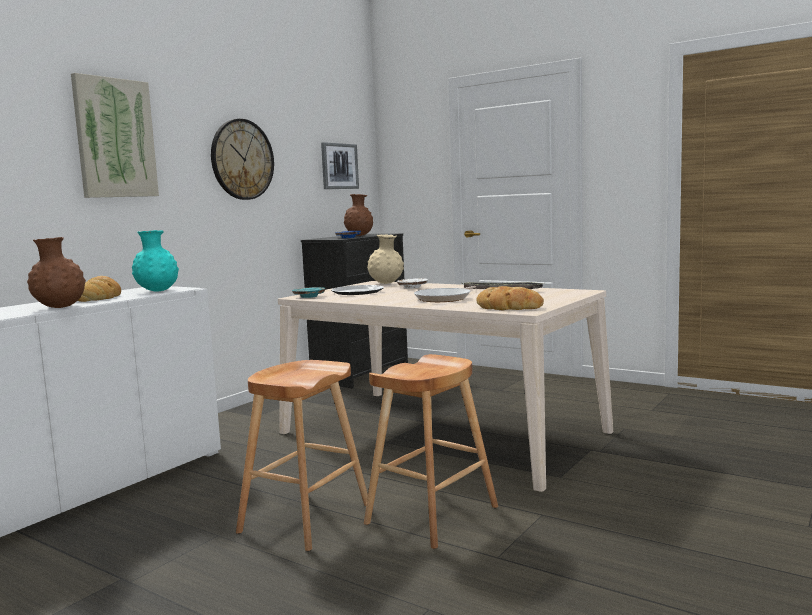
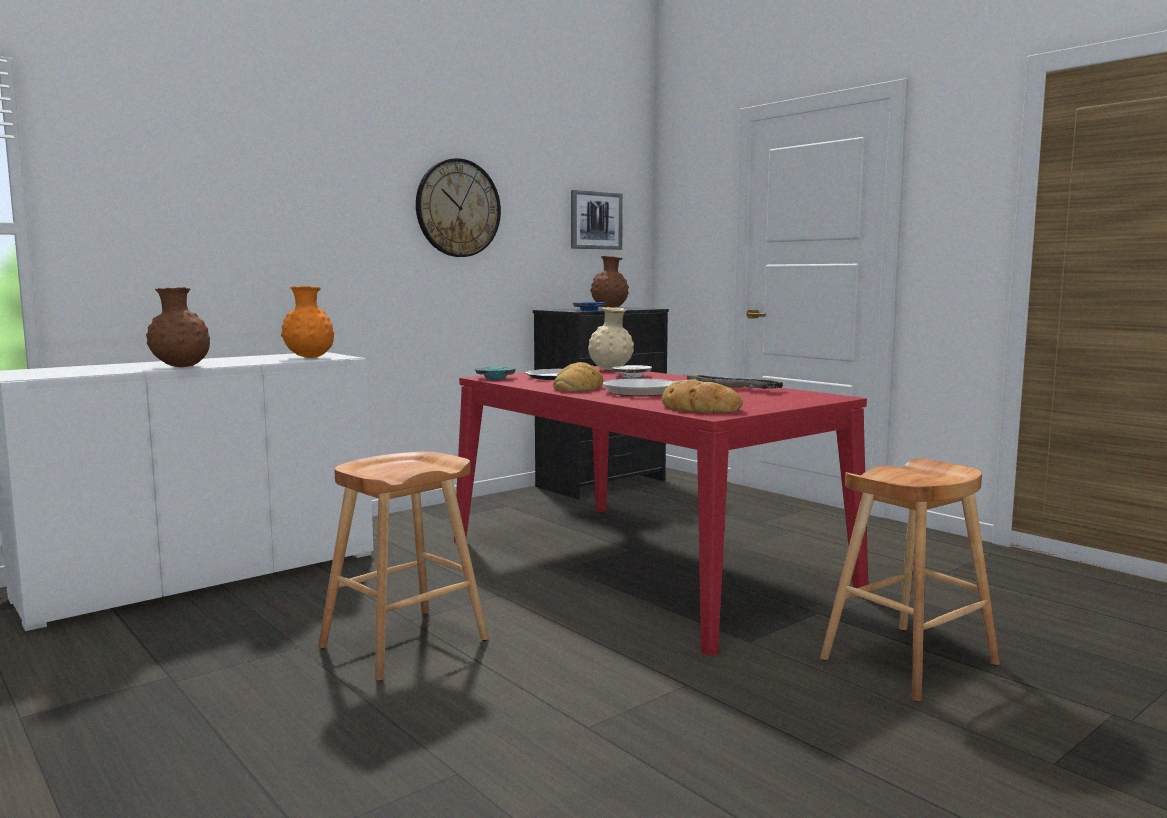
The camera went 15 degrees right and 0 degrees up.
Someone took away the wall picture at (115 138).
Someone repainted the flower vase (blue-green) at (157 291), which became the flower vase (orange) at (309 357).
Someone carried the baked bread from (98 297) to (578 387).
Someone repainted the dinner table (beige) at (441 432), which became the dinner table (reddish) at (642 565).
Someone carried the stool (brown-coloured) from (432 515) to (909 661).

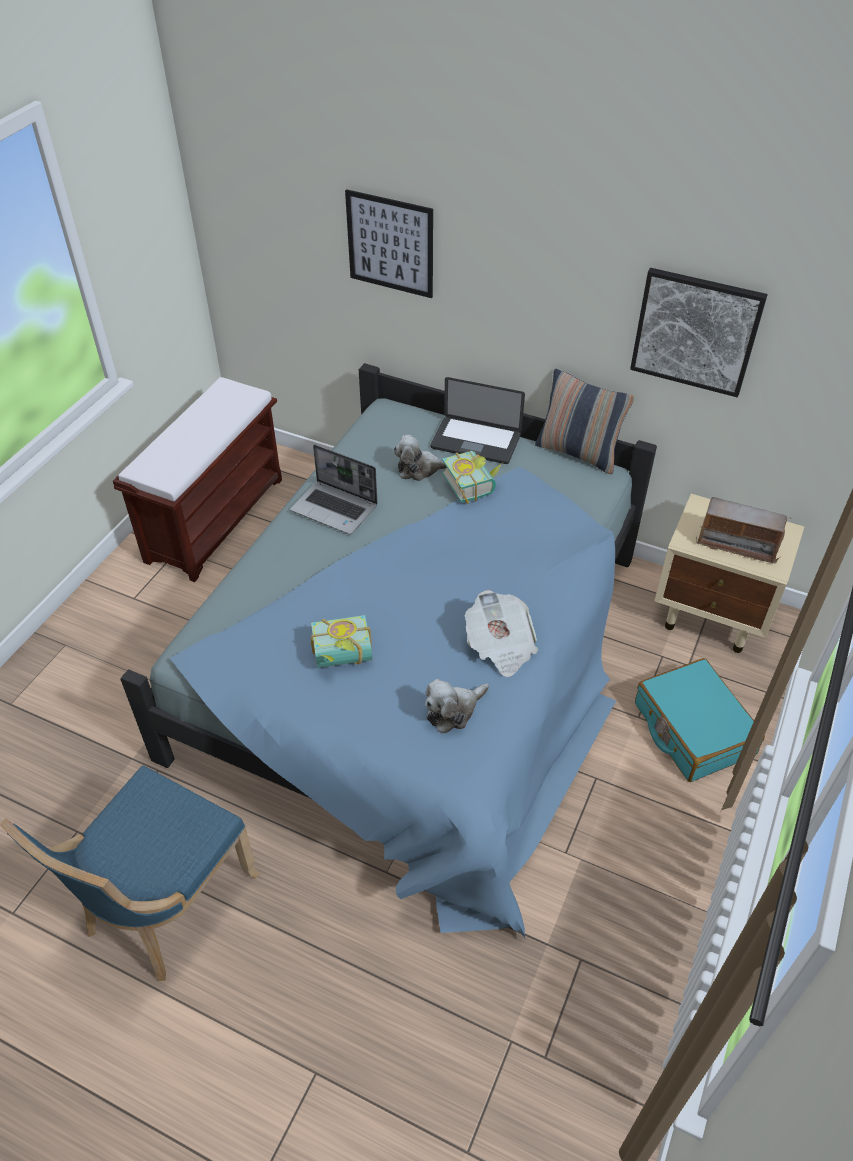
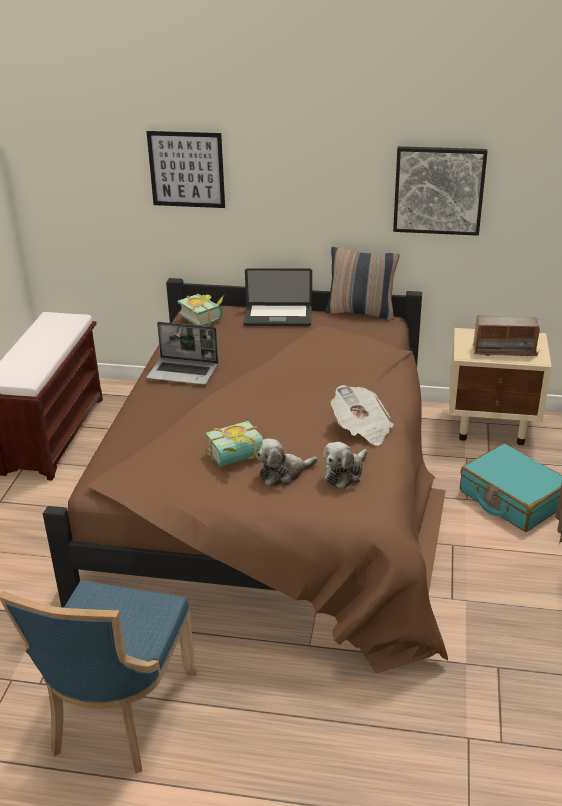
The camera went 15 degrees left and 15 degrees down.
Someone repainted the bed (blue) at (421 666), which became the bed (brown-coloured) at (276 500).
Someone carried the cuddly toy from (420 469) to (283 473).
Someone carried the volume from (473 484) to (204 317).

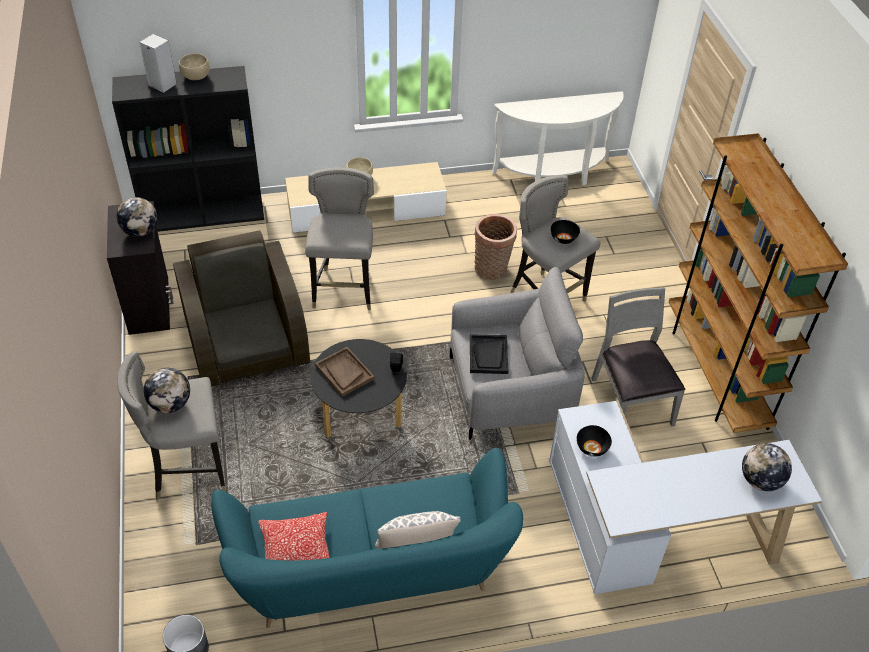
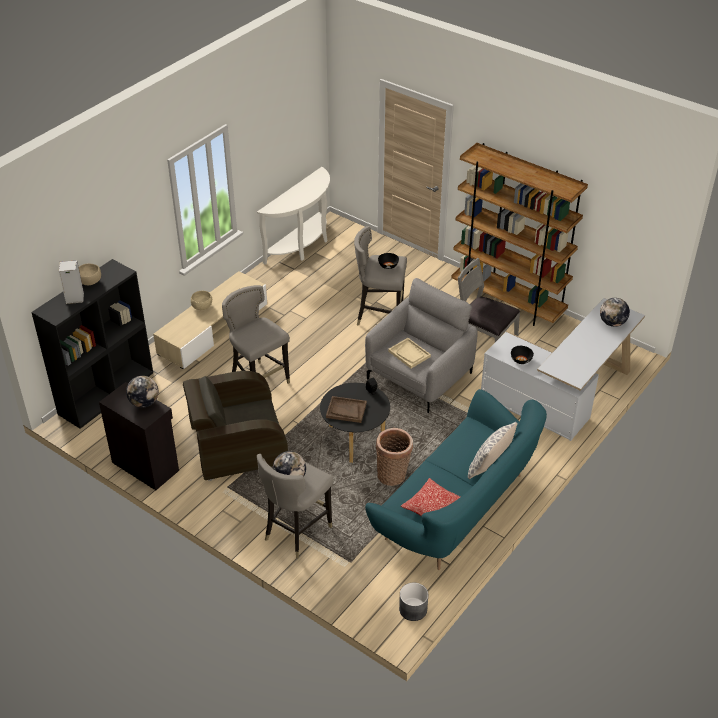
The camera went 40 degrees left and 5 degrees down.
Someone carried the storage basket from (492 270) to (393 475).
Someone rotated the easy chair (brown-coloured) at (246 341) by 45 degrees counterclockwise.
Someone repainted the serving tray (black-coloured) at (488 355), which became the serving tray (beige) at (409 354).

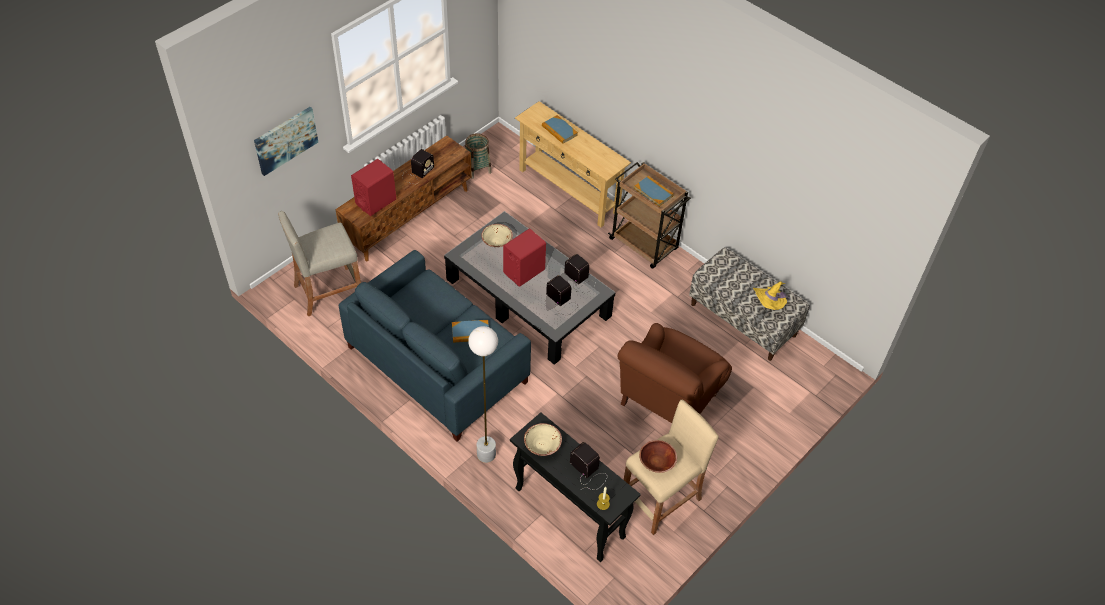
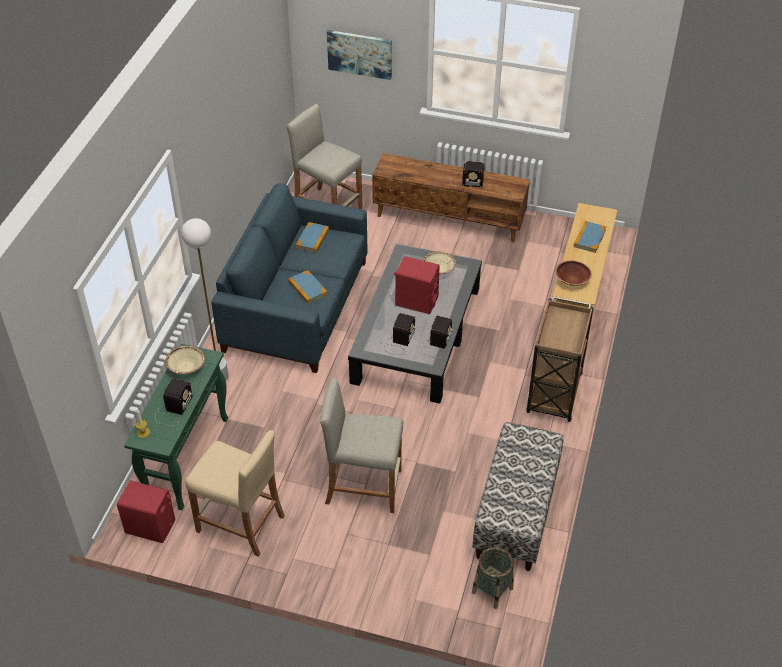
The camera went 65 degrees right and 5 degrees down.
Someone carried the storage basket from (477 169) to (492 590).
Someone carried the loudspeaker (reddish) from (376 201) to (150 526).
Someone carried the volume from (653 192) to (312 239).
Someone took away the hat (yellowish) at (769 305).
Someone swapped the easy chair (brown-coloured) at (668 400) for the stool (beige) at (363 486).
Someone repainted the hall table (black-coloured) at (568 512), which became the hall table (greenish) at (188 458).
Someone carried the bowl (brown-coloured) from (657 462) to (572 280).

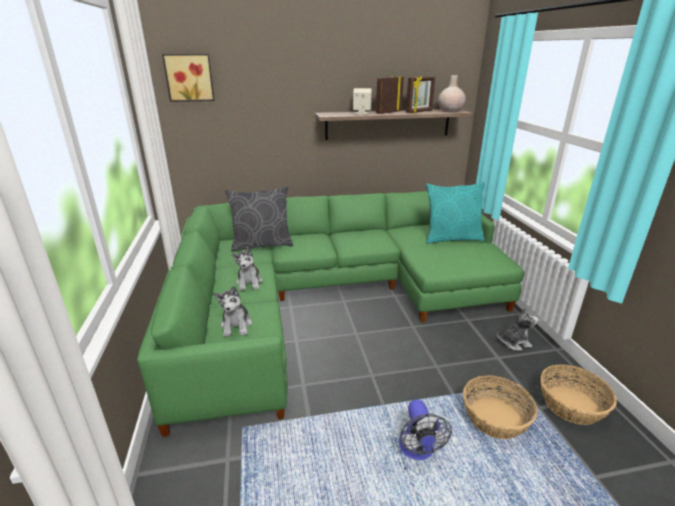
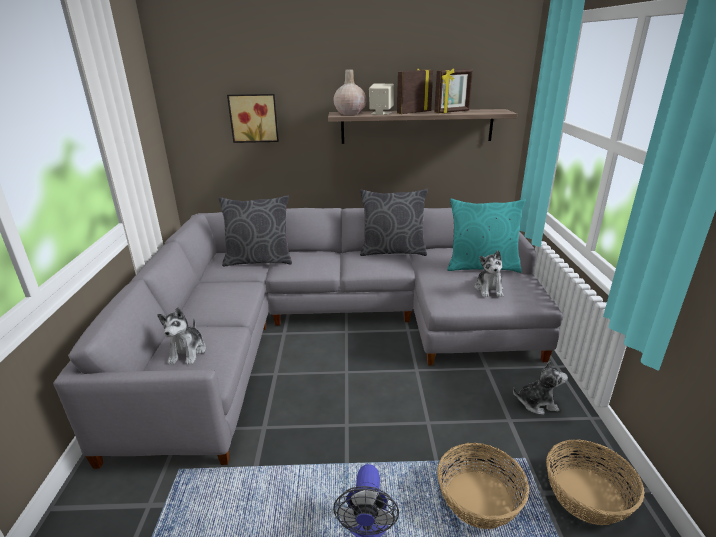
The camera went 10 degrees right and 0 degrees up.
Someone carried the wall picture from (189 77) to (254 118).
Someone carried the flower vase (beige) from (450 111) to (350 113).
Someone repainted the couch (greenish) at (329 298), which became the couch (greyish) at (330 326).
Someone carried the cuddly toy from (249 282) to (489 289).
Someone put down the throw pillow (greyish) at (392 251).

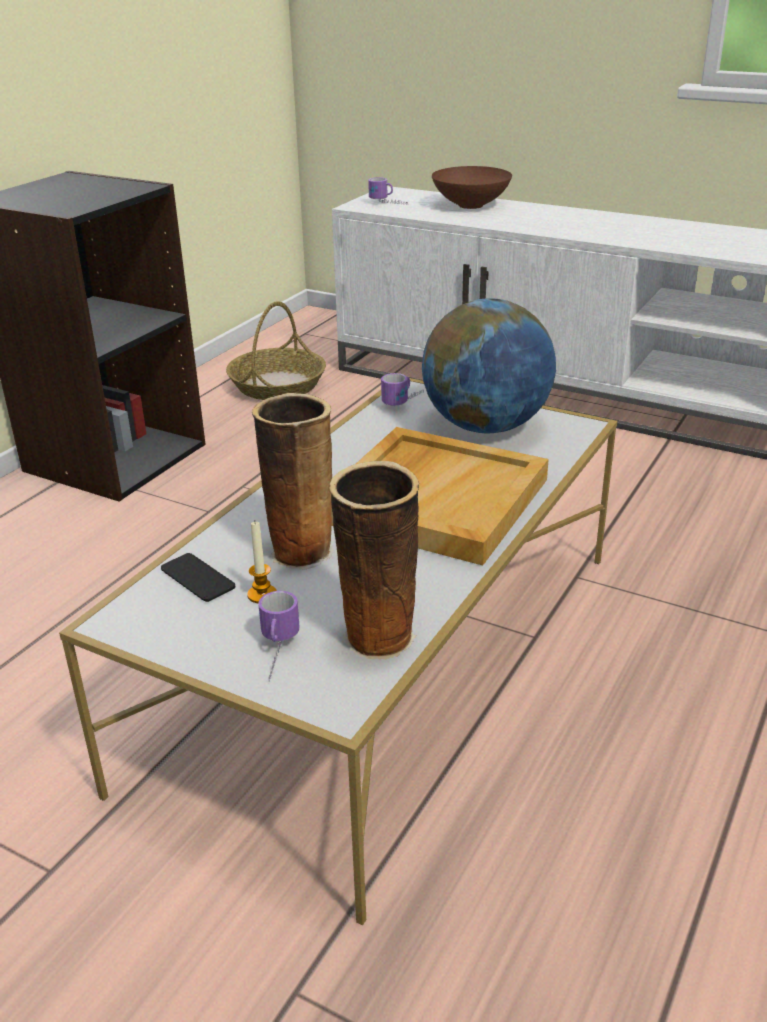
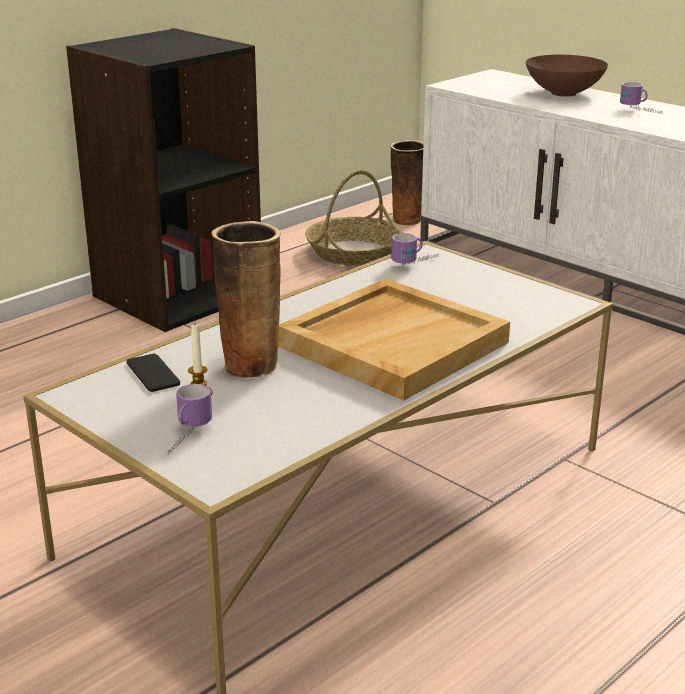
The camera went 15 degrees right and 5 degrees down.
Someone carried the tea mug from (388 204) to (640 111).
Someone took away the world globe at (486 426).
Someone carried the flower vase from (378 640) to (406 221).

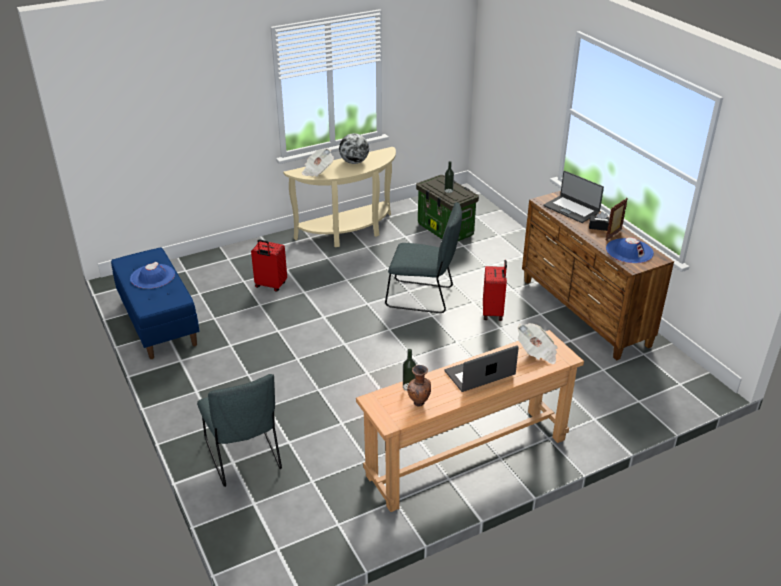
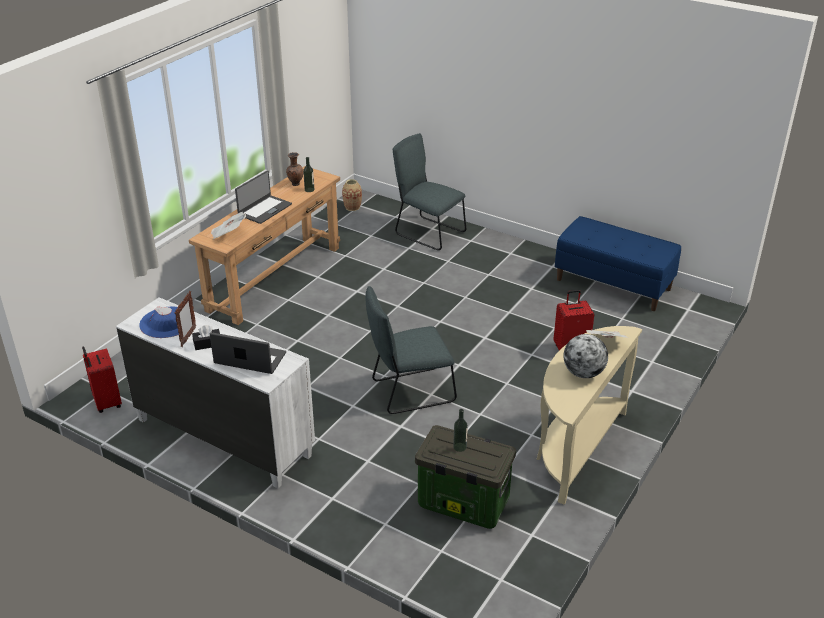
The camera went 150 degrees right and 0 degrees up.
Someone repainted the drawer chest (brown-coloured) at (584 313), which became the drawer chest (white-coloured) at (223 436).
Someone carried the travel case (reddish) from (493 312) to (106 403).
Someone took away the hat (blue) at (152 276).
Someone put down the flower vase at (352 207).

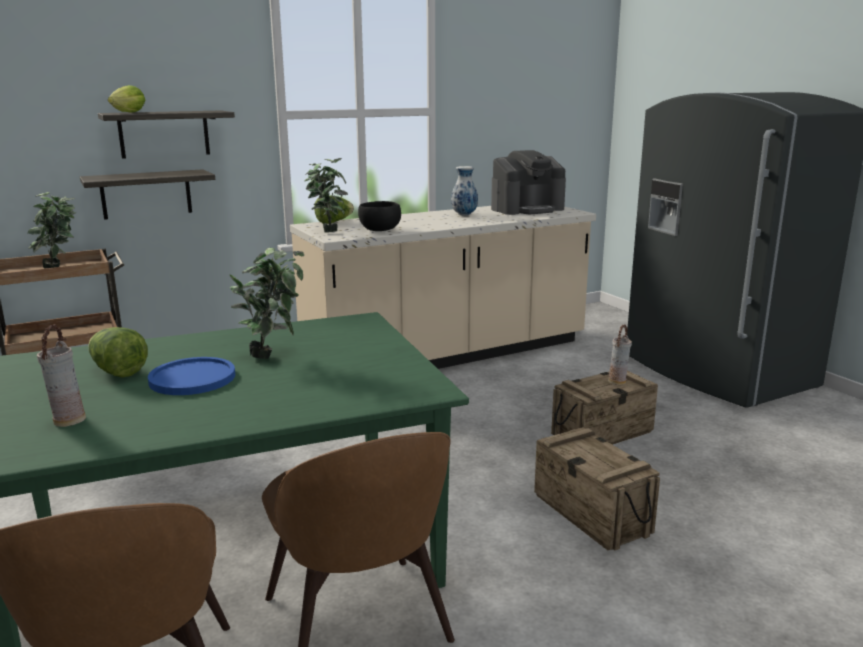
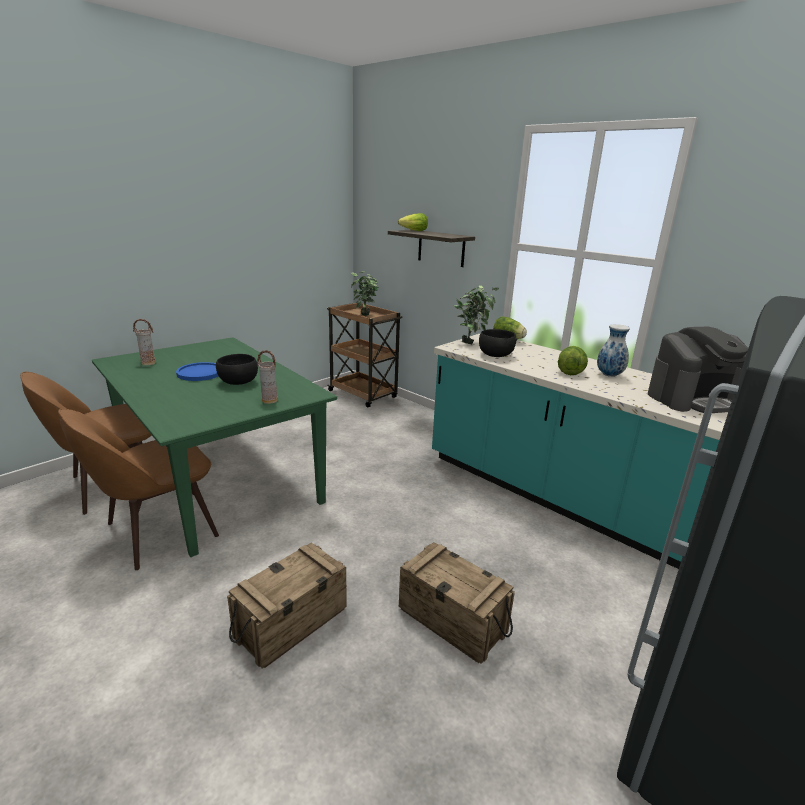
The camera went 70 degrees right and 5 degrees up.
Someone rotated the coffee brewer at (527 209) by 60 degrees counterclockwise.
Someone took away the wall shelf at (146 194).
Someone repainted the kitchen counter (beige) at (447 355), which became the kitchen counter (blue-green) at (558 497).
Someone swapped the houseplant at (273 354) for the bowl (black-coloured) at (238 382).
Someone carried the flower vase from (618 382) to (269 401).
Someone carried the head of lettuce from (117 371) to (570 371).

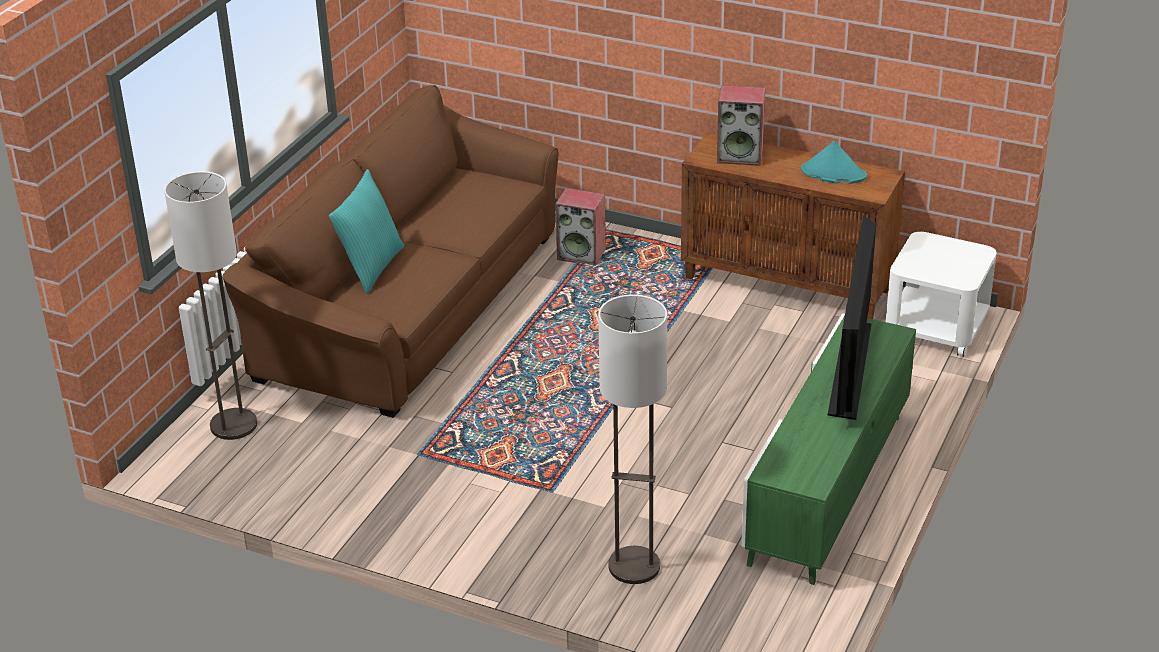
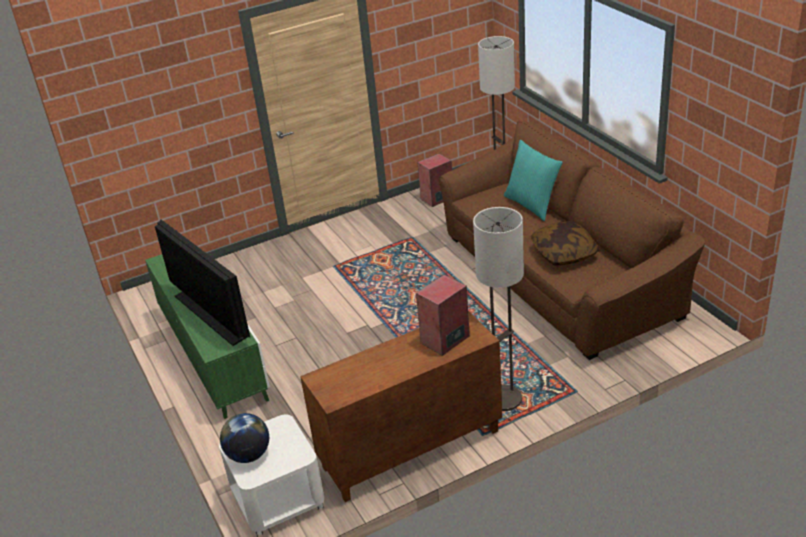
The camera went 130 degrees right and 0 degrees up.
Someone took away the hat (blue-green) at (833 173).
Someone carried the loudspeaker from (582 254) to (437 198).
Someone carried the floor lamp from (633 566) to (504 399).
Someone put down the throw pillow at (564 253).
Someone put down the world globe at (249 455).

